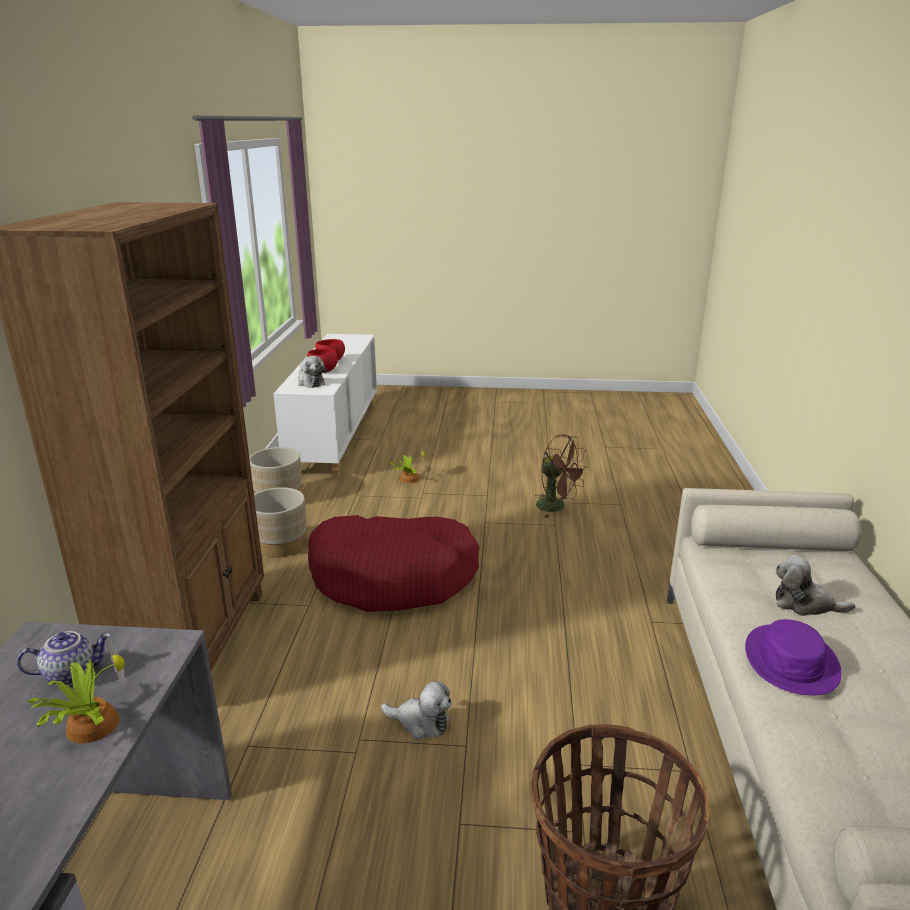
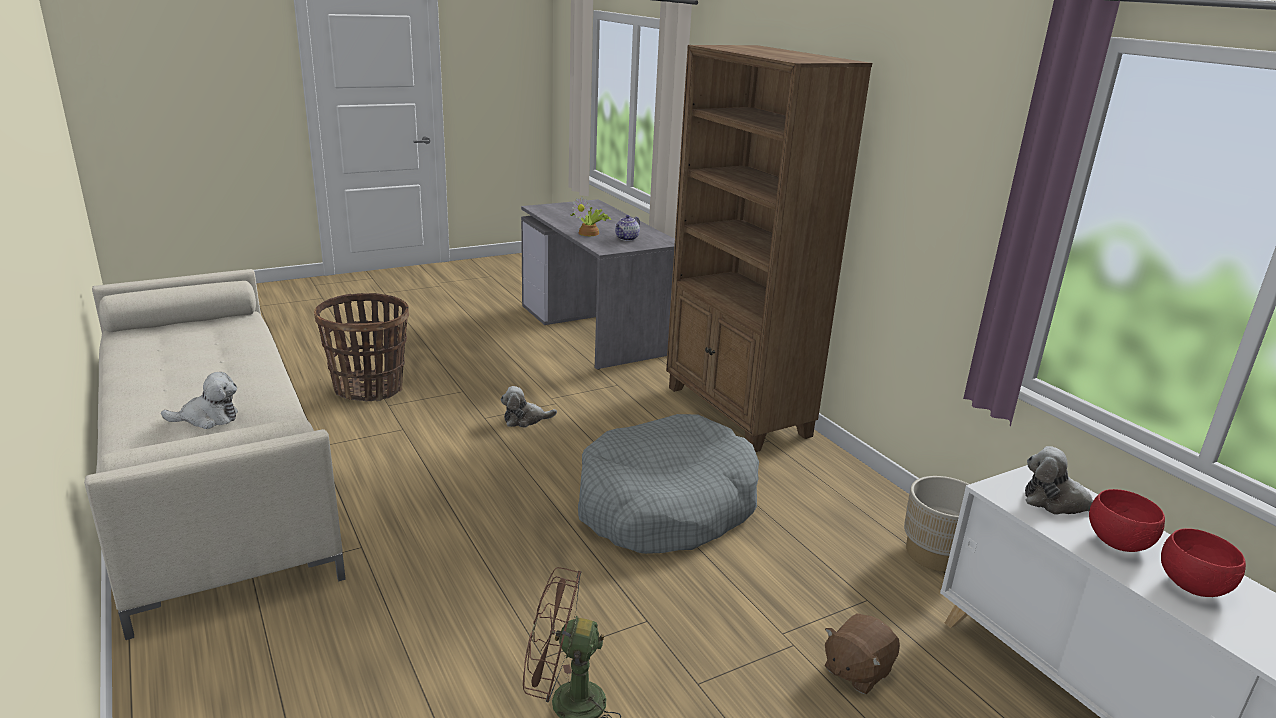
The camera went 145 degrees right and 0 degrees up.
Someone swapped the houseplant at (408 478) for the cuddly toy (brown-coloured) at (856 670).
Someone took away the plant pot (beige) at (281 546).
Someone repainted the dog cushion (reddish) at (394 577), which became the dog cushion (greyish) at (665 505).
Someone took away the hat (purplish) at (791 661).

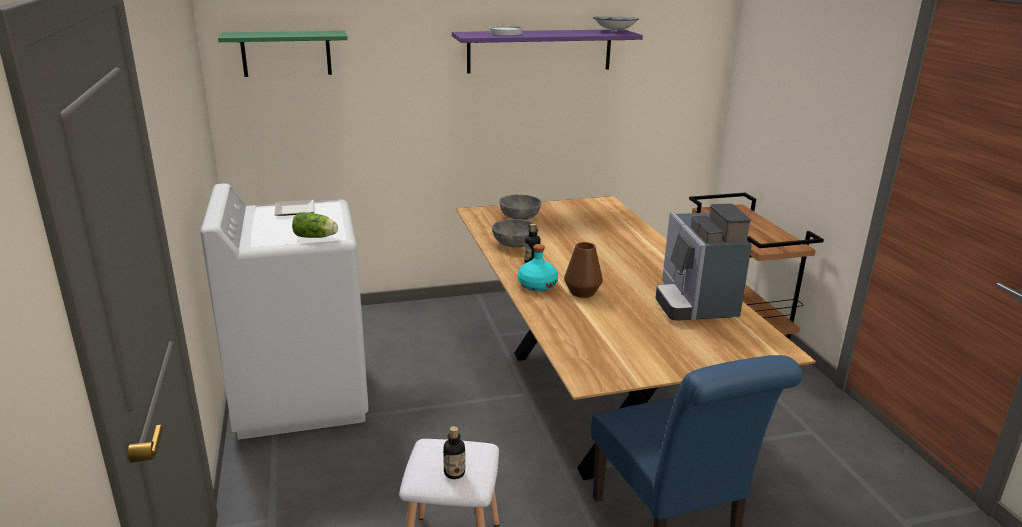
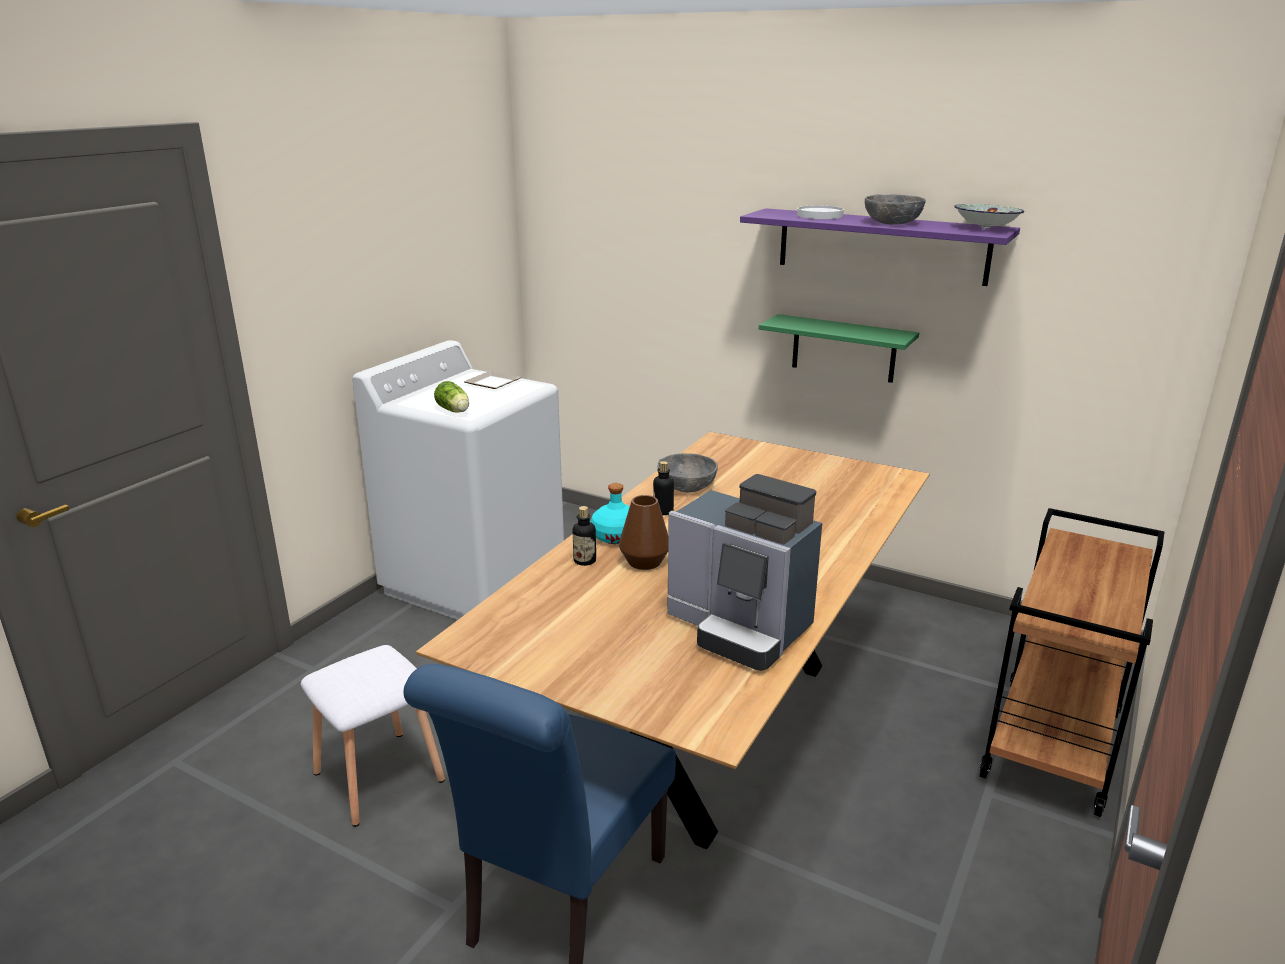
The camera went 45 degrees right and 0 degrees up.
Someone carried the wall shelf (greenish) from (286 53) to (843 348).
Someone carried the bowl (greyish) from (519 217) to (892 223).
Someone rotated the coffee brewer at (694 303) by 90 degrees counterclockwise.
Someone carried the bottle from (454 473) to (584 561).

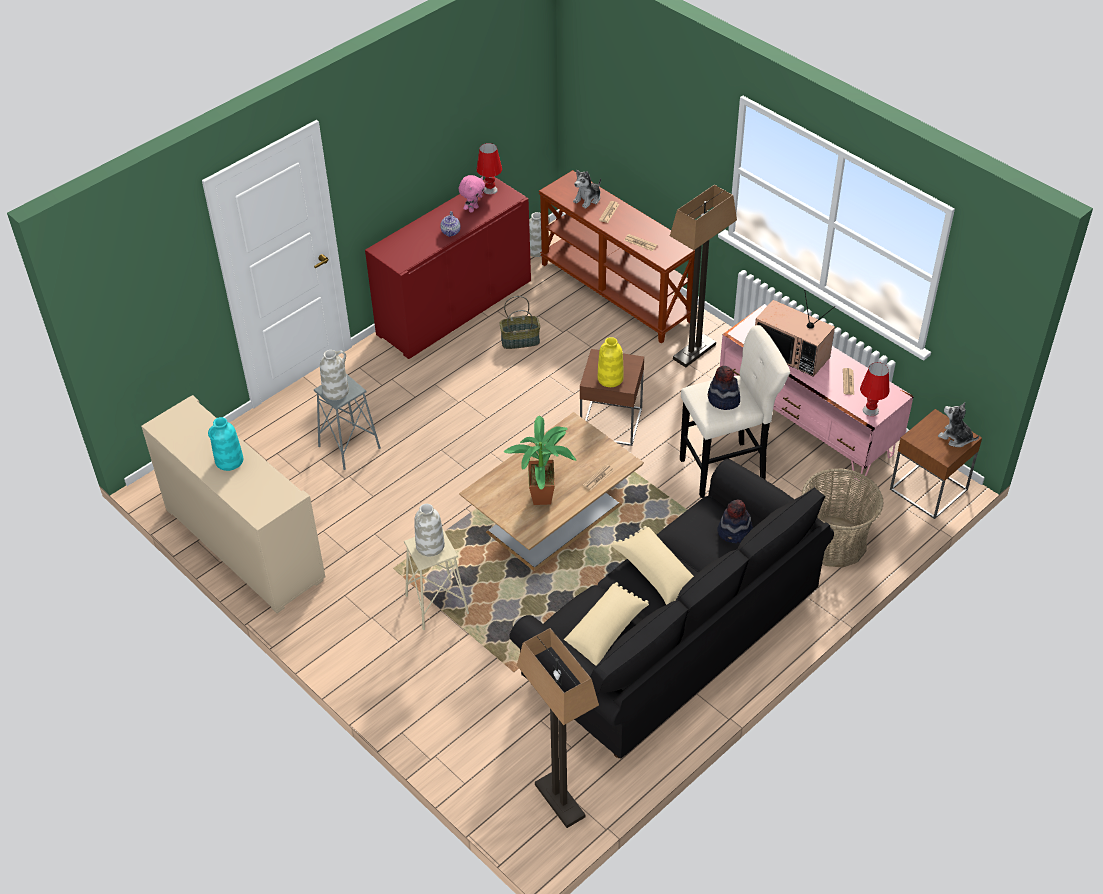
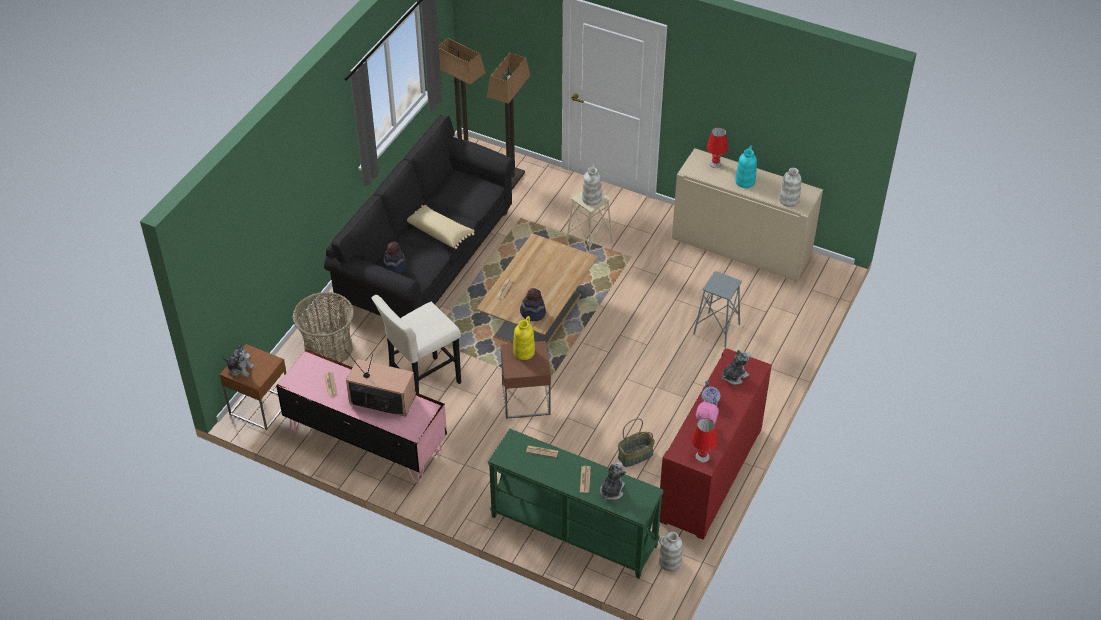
The camera went 160 degrees right and 0 degrees up.
Someone repainted the hall table (brown-coloured) at (616 292), which became the hall table (greenish) at (573 531).
Someone carried the floor lamp from (694 351) to (511 181).
Someone carried the flower vase (white-coloured) from (336 391) to (789 200).
Someone carried the table lamp (reddish) from (870 410) to (715 164).
Someone carried the hat from (723 400) to (533 313).
Someone took away the houseplant at (544 495).
Someone took away the throw pillow (beige) at (604 633).
Someone put down the cuddly toy at (734 376).

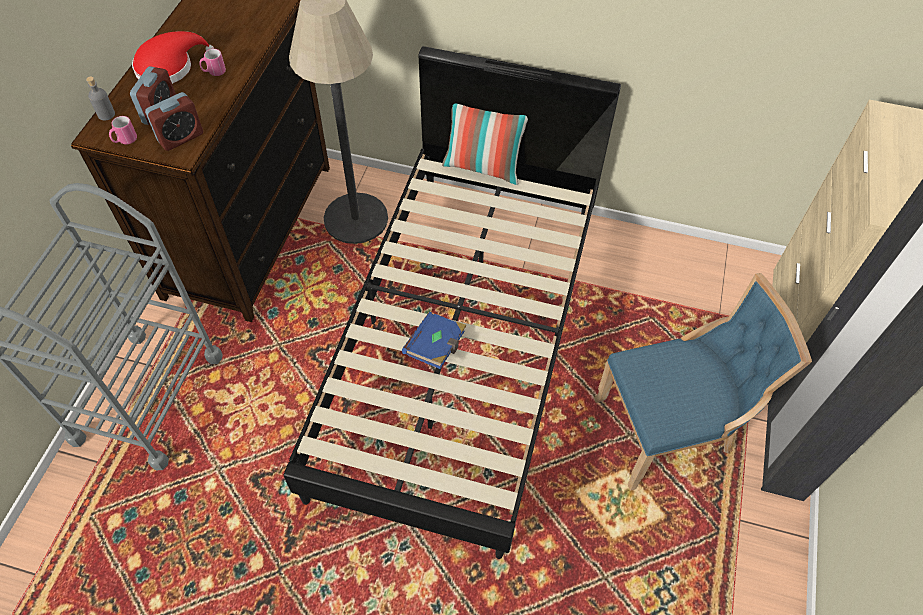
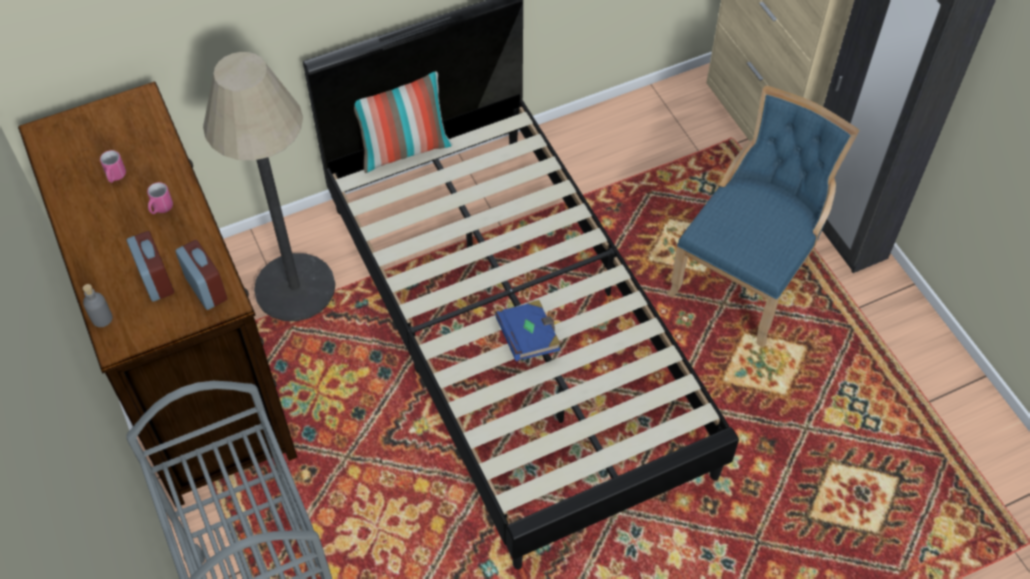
The camera went 40 degrees left and 0 degrees up.
Someone took away the hat (reddish) at (169 67).
Someone rotated the bedside clock at (181 137) by 45 degrees counterclockwise.
Someone carried the tea mug (pink-coloured) from (125 140) to (115 177).

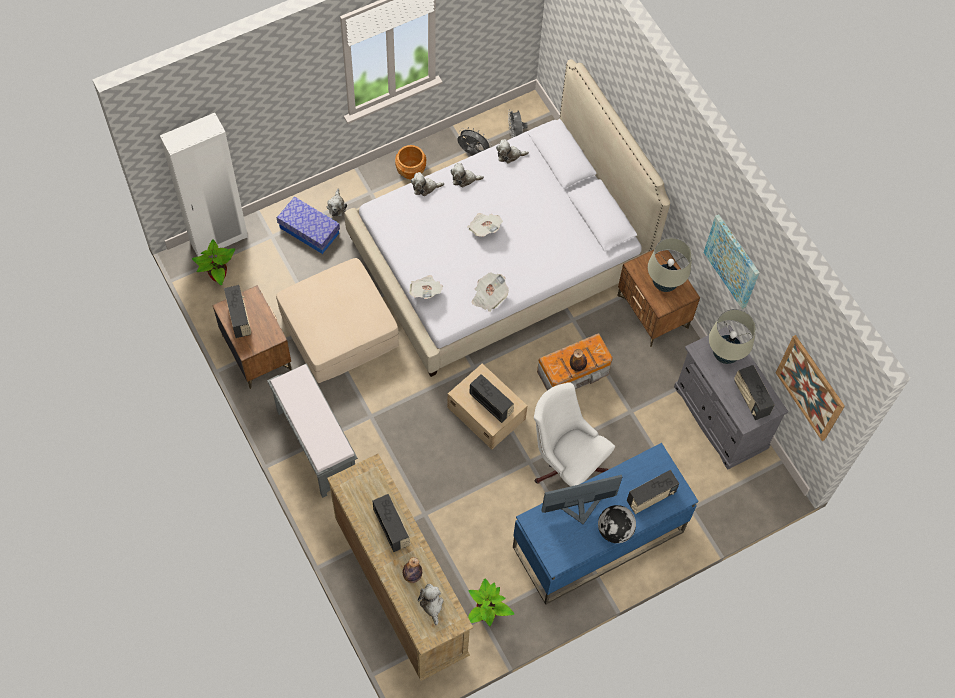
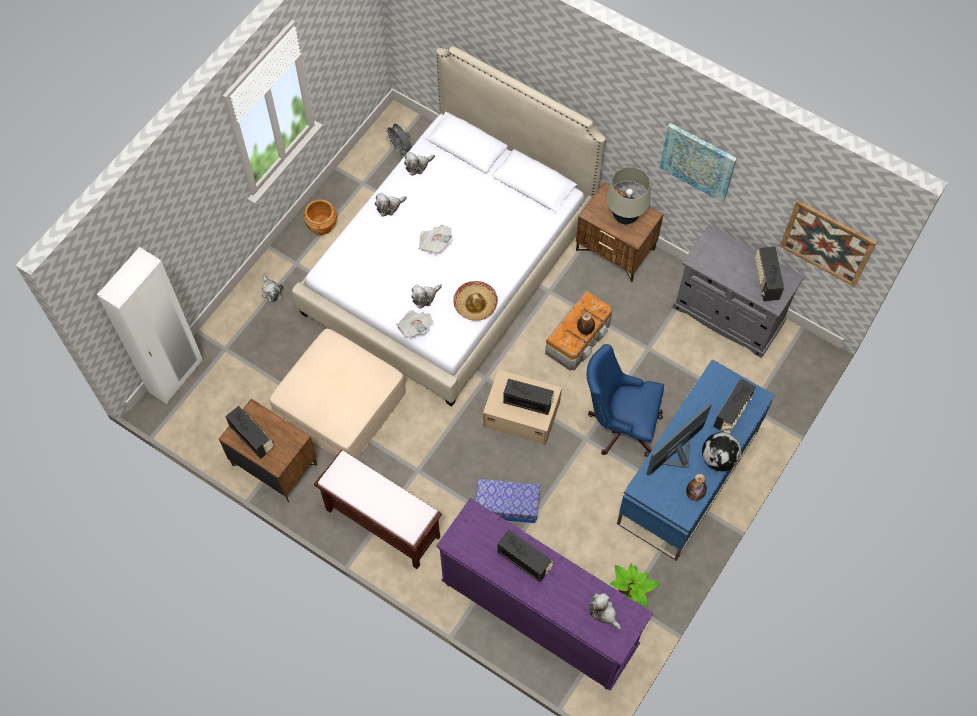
The camera went 25 degrees left and 0 degrees up.
Someone took away the electric fan (greyish) at (472 153).
Someone carried the cuddly toy from (425 187) to (425 297).
Someone carried the storage box from (309 231) to (507 505).
Someone took away the houseplant at (218 275).
Someone swapped the daily paper at (489 296) for the hat at (475 304).
Someone took away the table lamp (beige) at (725 354).
Someone repainted the bench (greyish) at (315 444), which became the bench (brown-coloured) at (381 523).
Someone rotated the radio receiver at (750 398) by 45 degrees clockwise.
Someone repainted the desk chair (white-coloured) at (566 464), which became the desk chair (blue) at (619 424).
Someone repainted the drawer chest (beige) at (400 588), which became the drawer chest (purplish) at (538 615).
Someone carried the bottle from (412 576) to (694 494).

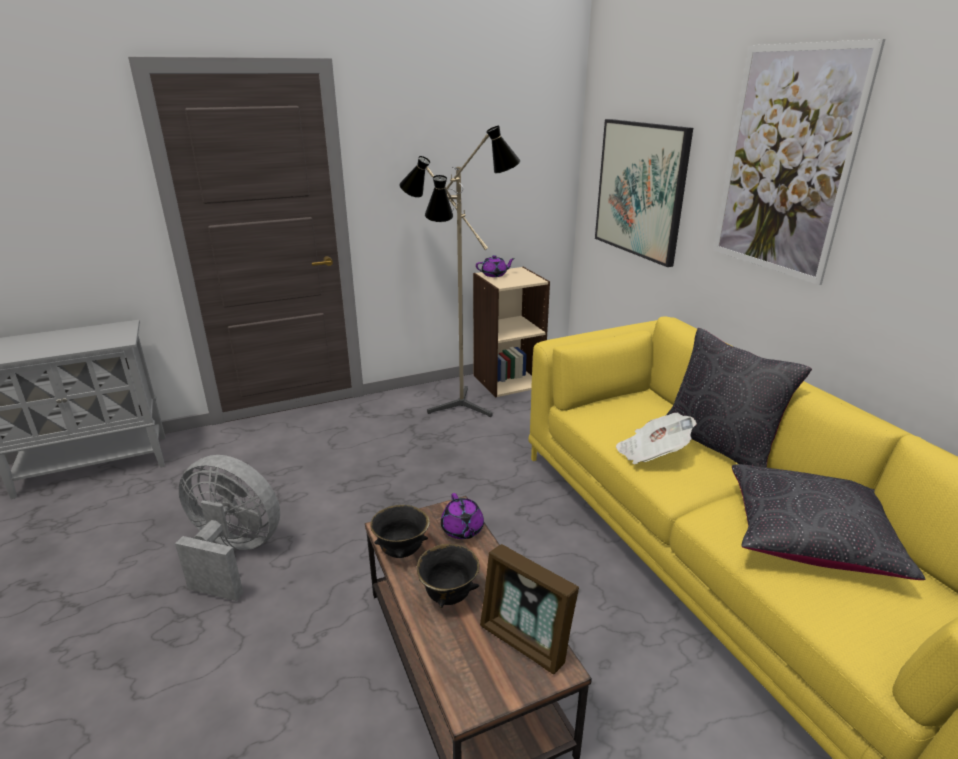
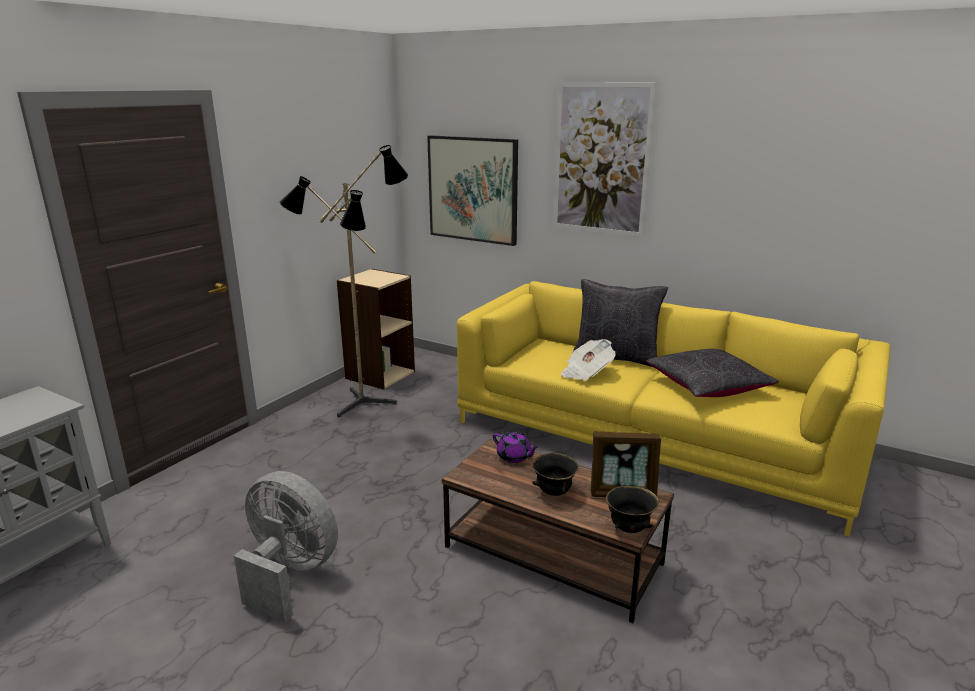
The camera went 35 degrees left and 5 degrees down.
Someone took away the tea pot (purplish) at (494 275).
Someone rotated the electric fan (greyish) at (233 554) by 45 degrees clockwise.
Someone carried the bowl (black-coloured) from (401 552) to (629 529).

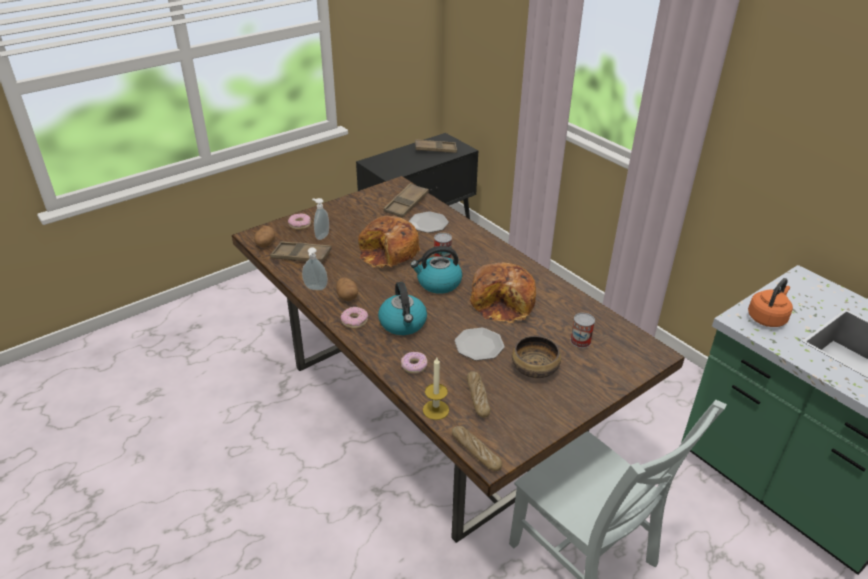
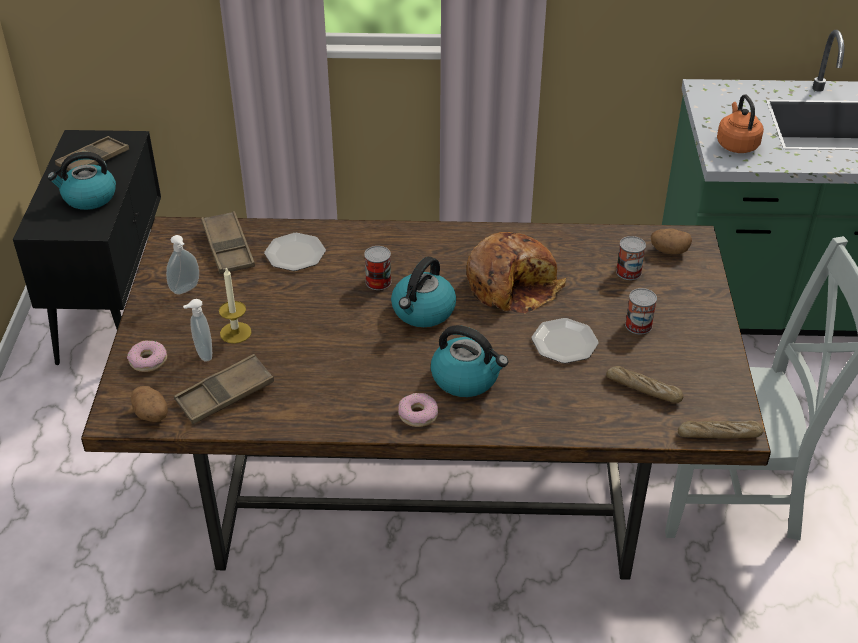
The camera went 50 degrees left and 5 degrees up.
Someone took away the baked bread at (389 252).
Someone carried the liquid soap bottle from (315 289) to (186 290).
Someone carried the potato from (347 296) to (669 251).
Someone swapped the bowl at (535 368) for the metal can at (638 325).
Someone took away the doughnut at (414 366).
Someone carried the candle from (435 410) to (235 333).
Someone put down the tea kettle at (88 197).

